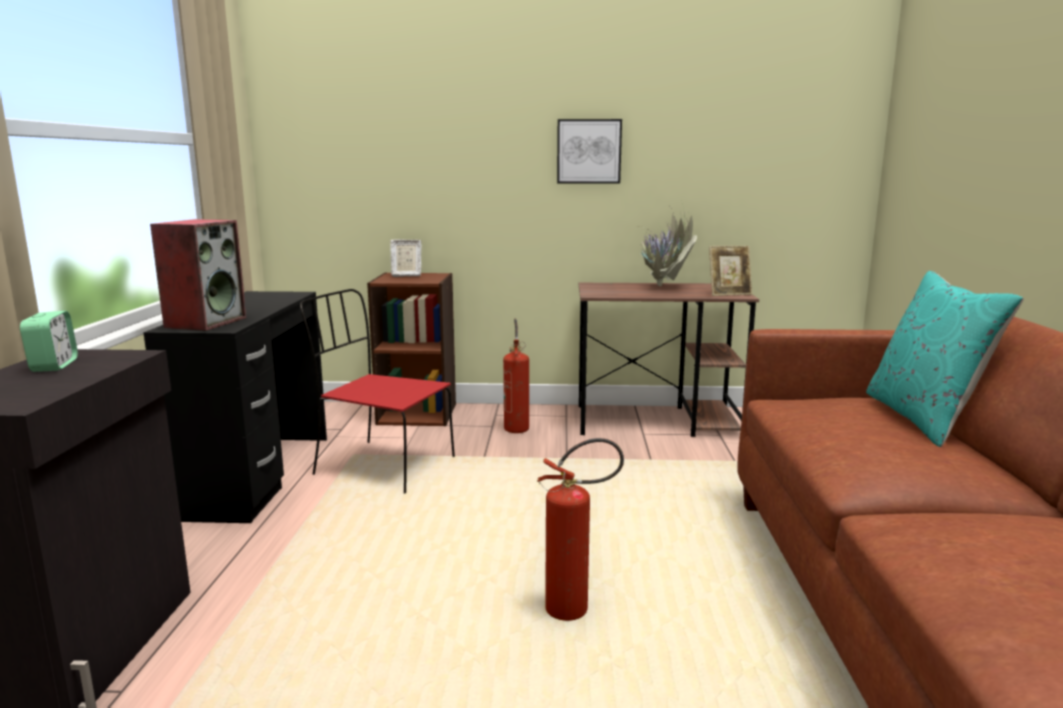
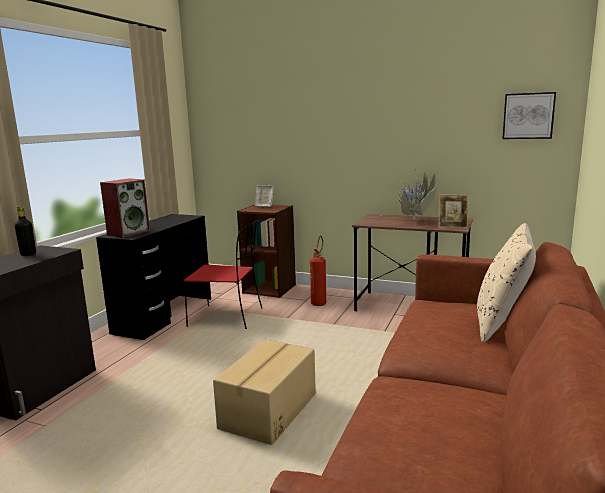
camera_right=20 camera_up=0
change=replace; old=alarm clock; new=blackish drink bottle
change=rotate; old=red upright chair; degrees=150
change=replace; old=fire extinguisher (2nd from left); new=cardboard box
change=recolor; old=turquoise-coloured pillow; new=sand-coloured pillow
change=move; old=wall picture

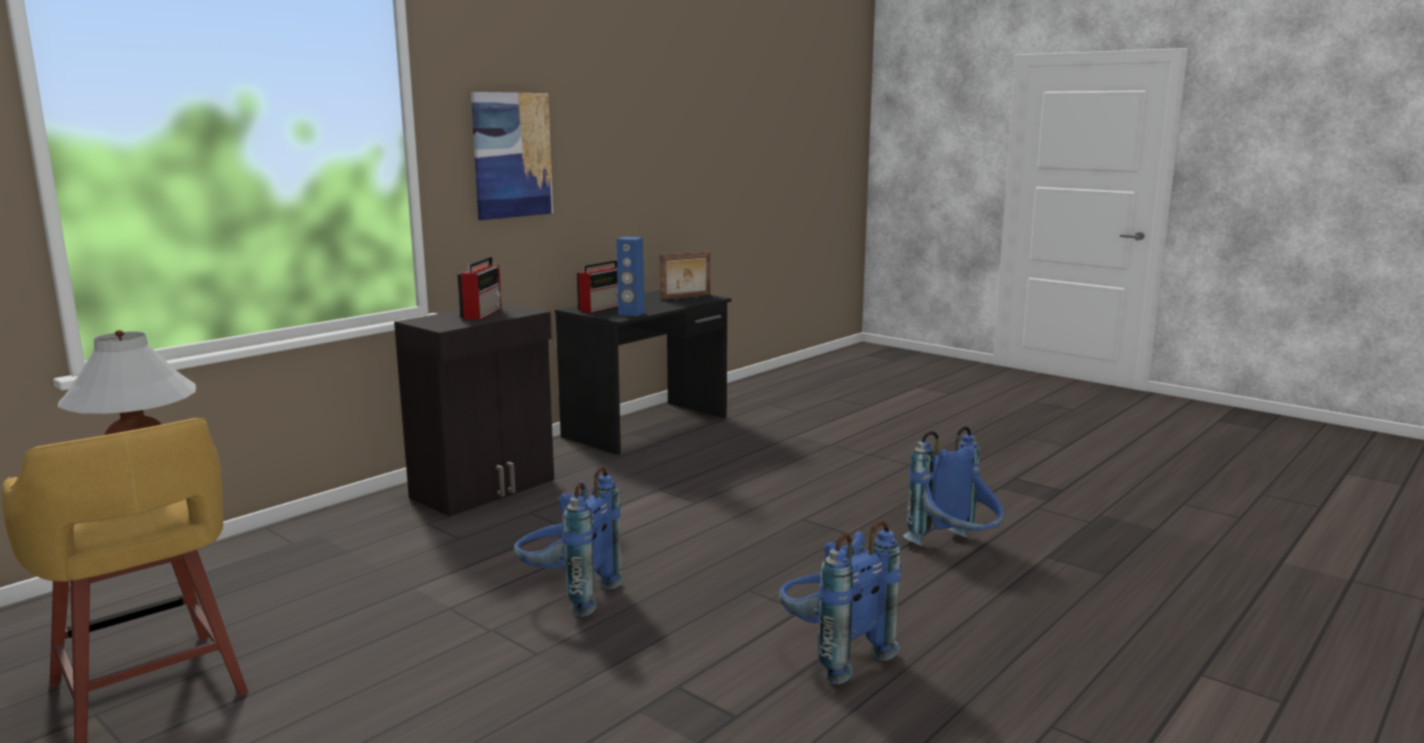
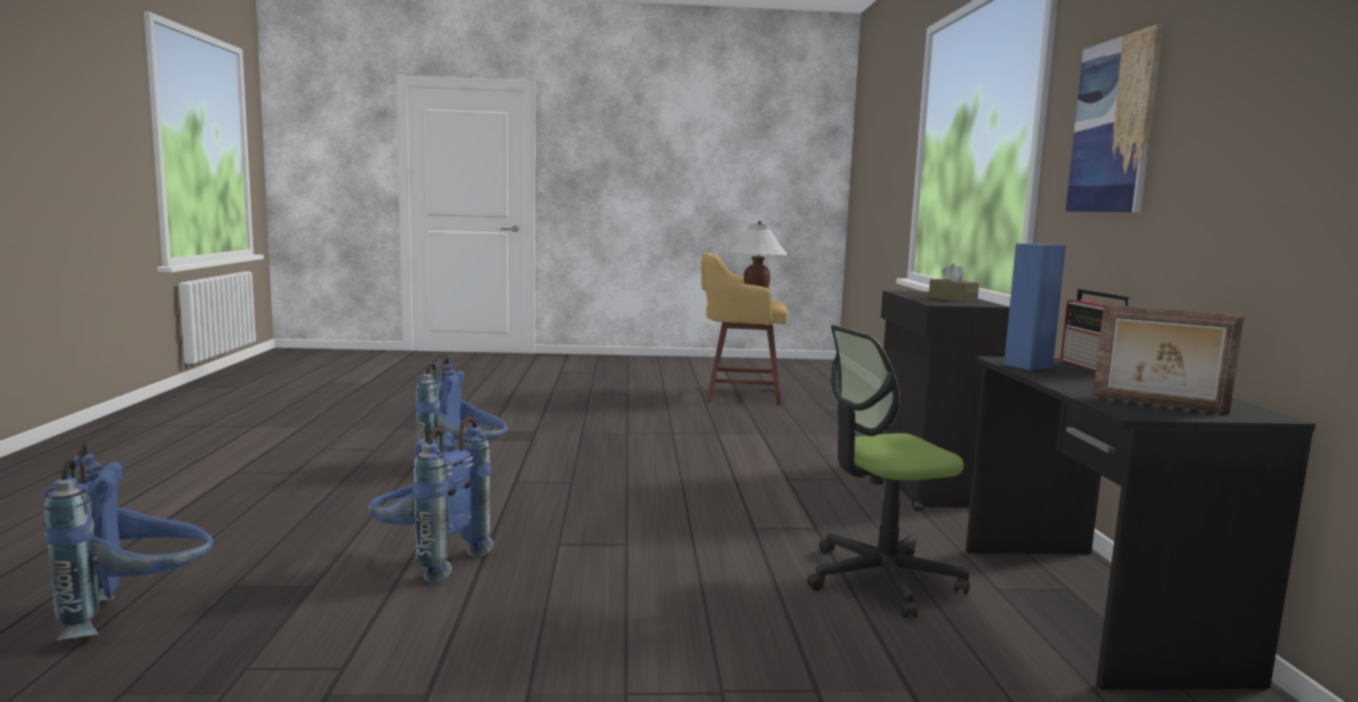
camera_right=135 camera_up=-5
change=move; old=blue-coloured rucksack (1st from left)
change=insert; new=office chair
change=replace; old=radio set (1st from left); new=brownish tissue holder
change=rotate; old=standing frame; degrees=-75

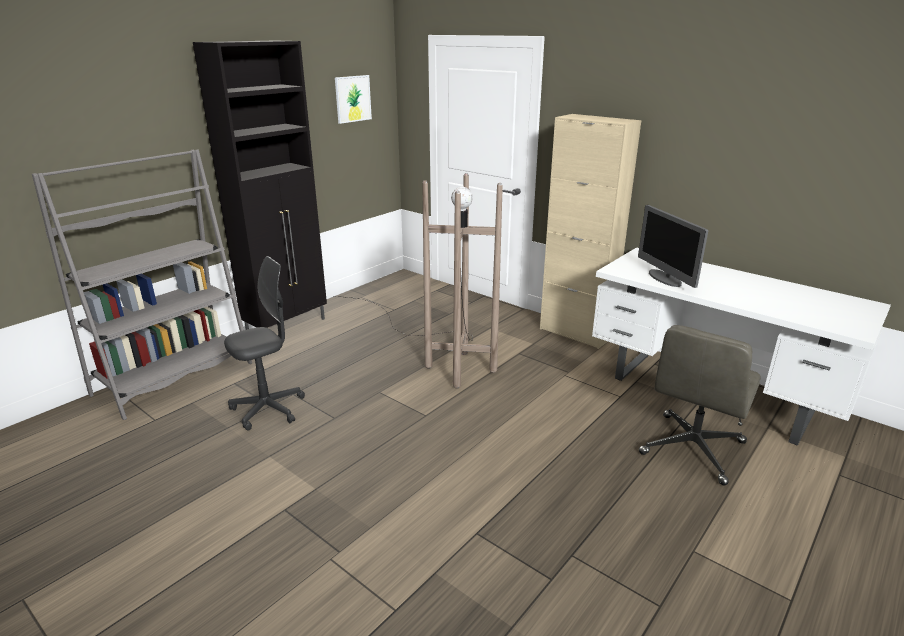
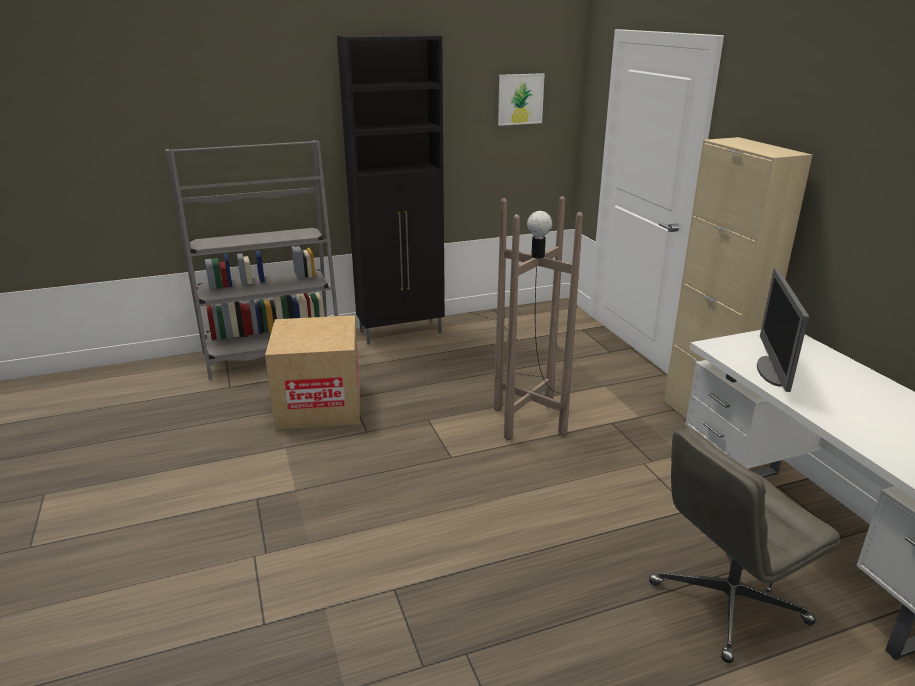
camera_right=30 camera_up=0
change=replace; old=greyish office chair (1st from left); new=cardboard box

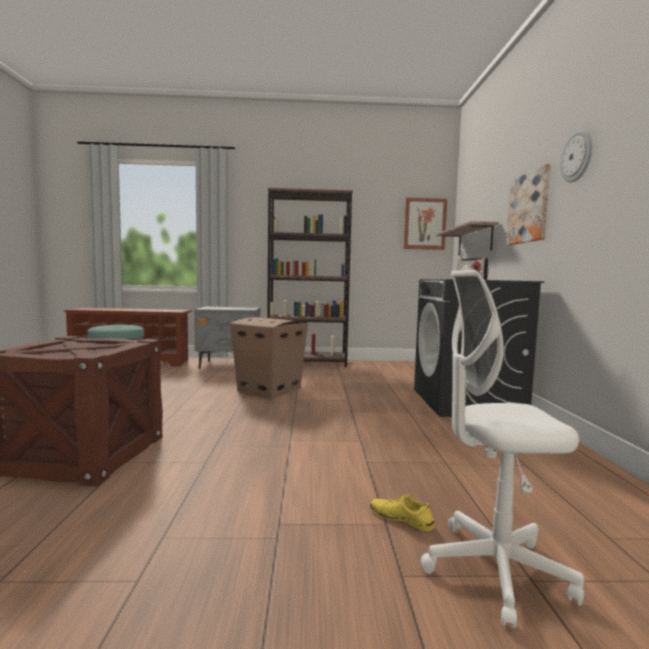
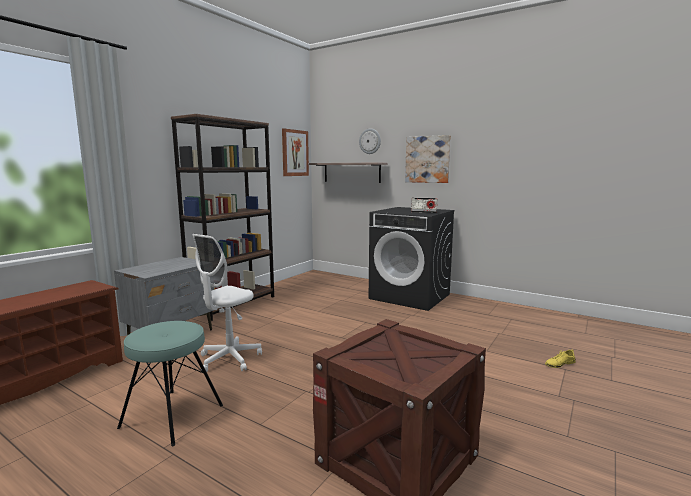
camera_right=-55 camera_up=5
change=move; old=whitish office chair
change=move; old=hanging clock
change=delete; old=cardboard box

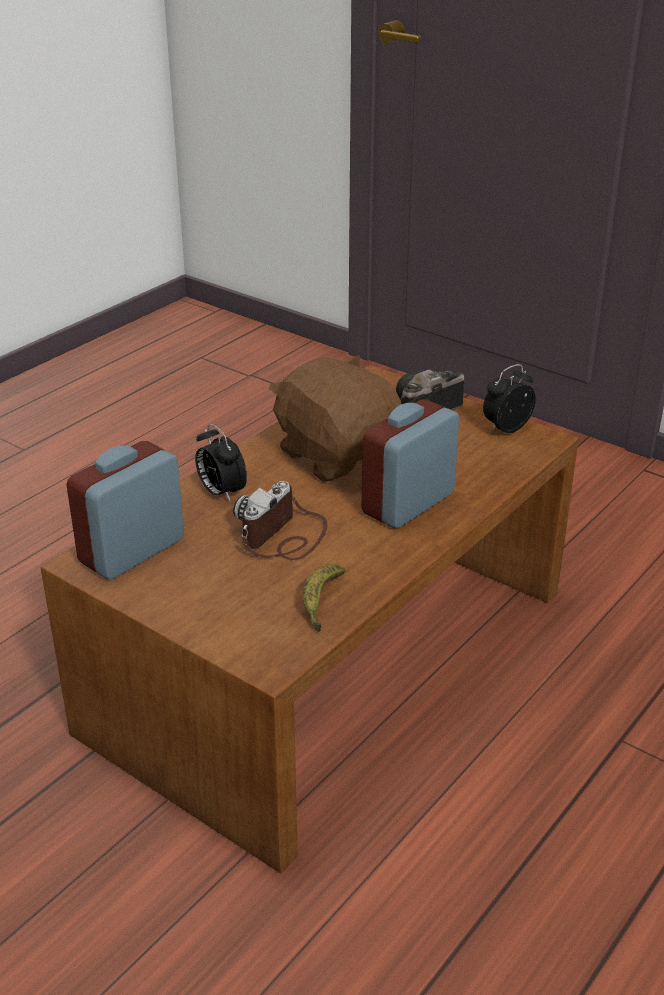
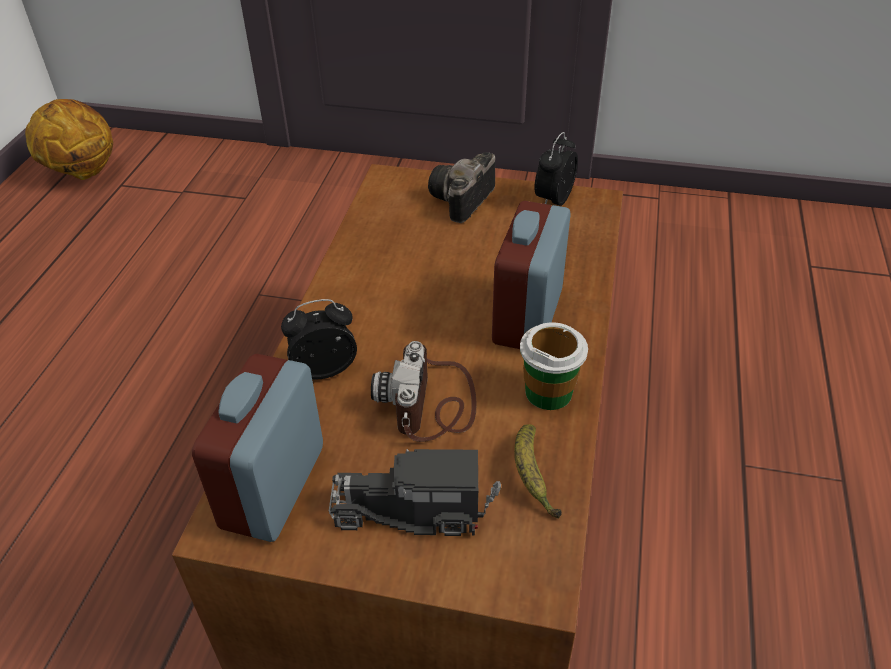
camera_right=-25 camera_up=10
change=insert; new=basketball ball
change=rotate; old=alarm clock (2nd from left); degrees=135
change=insert; new=model truck
change=insert; new=small cup
change=delete; old=brownish soft toy

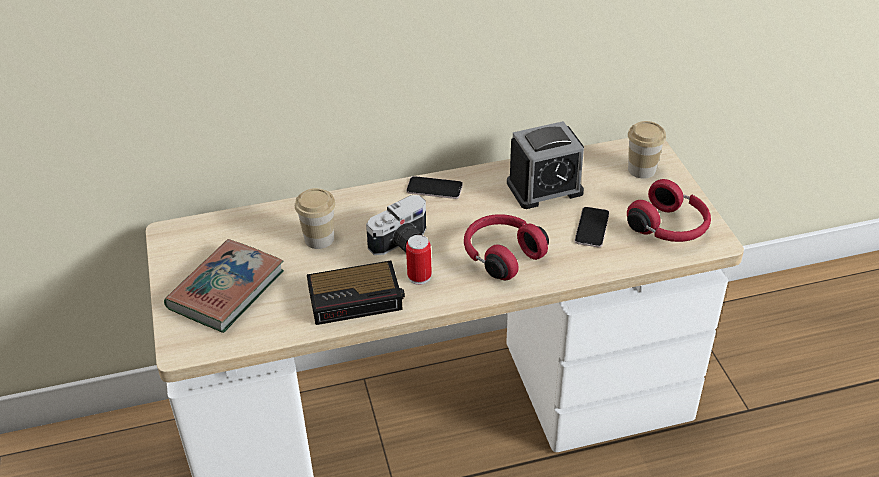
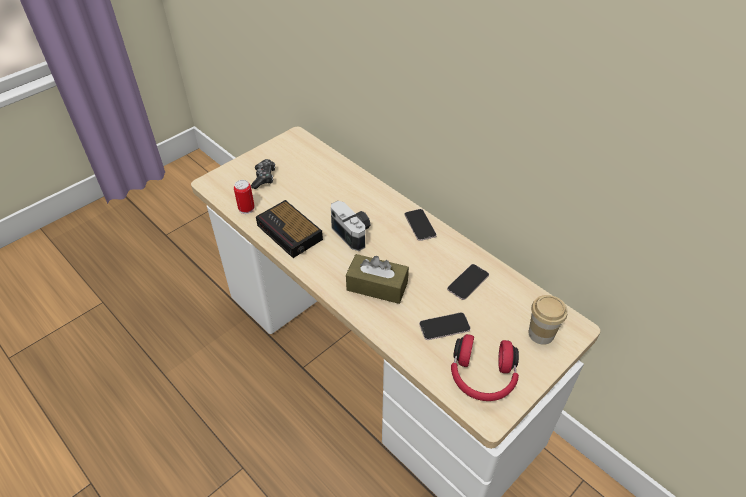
camera_right=60 camera_up=5
change=move; old=metal can
change=replace; old=bound book; new=joypad
change=rotate; old=still camera; degrees=-150
change=replace; old=red headset (1st from left); new=brownish tissue holder
change=replace; old=alarm clock (2nd from left); new=handset (3rd from left)
change=delete; old=small cup (1st from left)

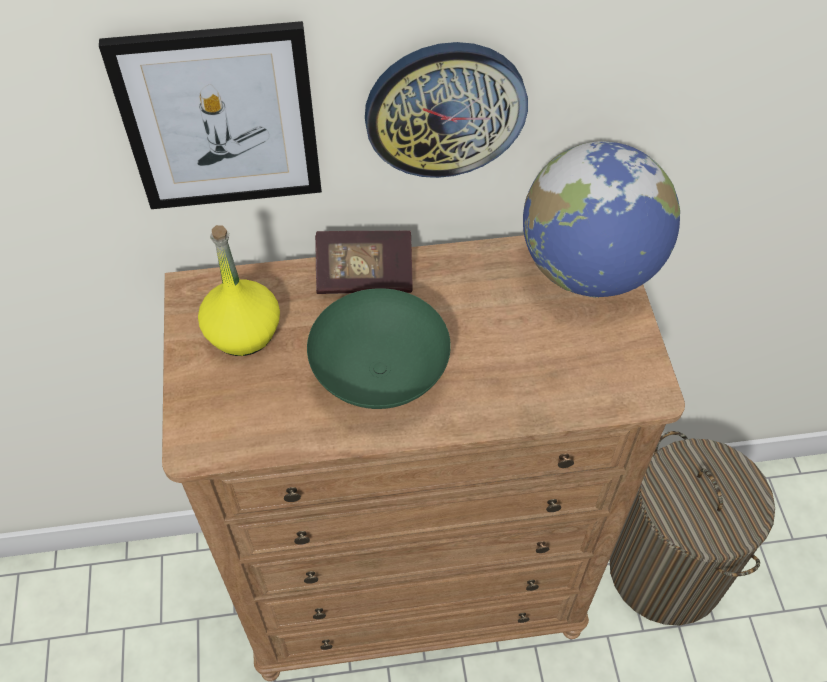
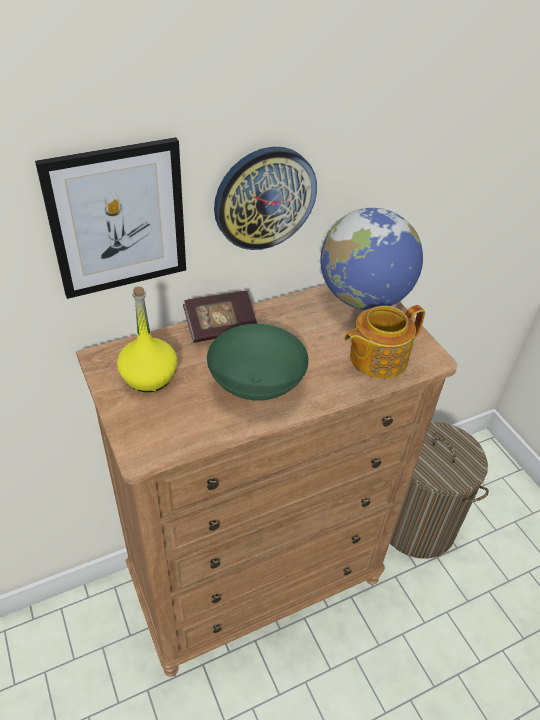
camera_right=-20 camera_up=-10
change=insert; new=pot for tea

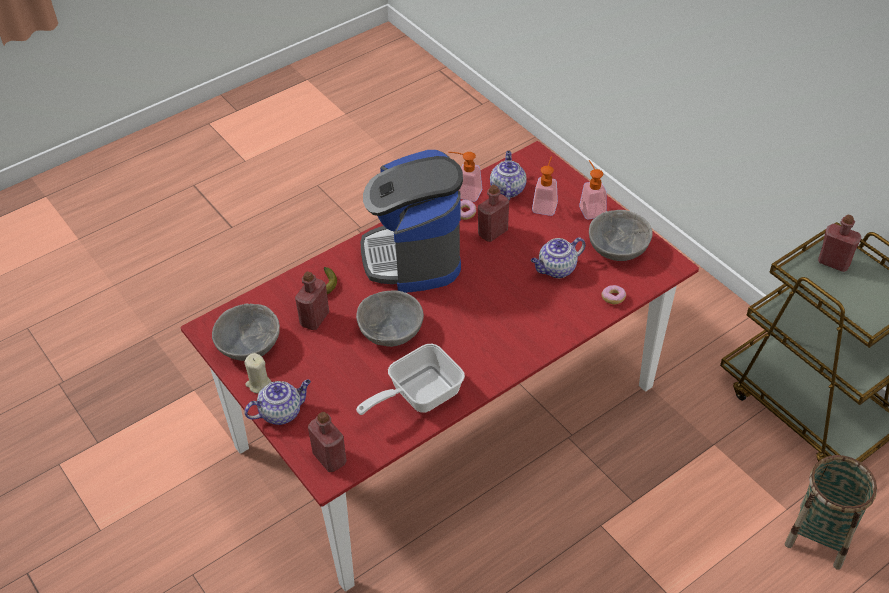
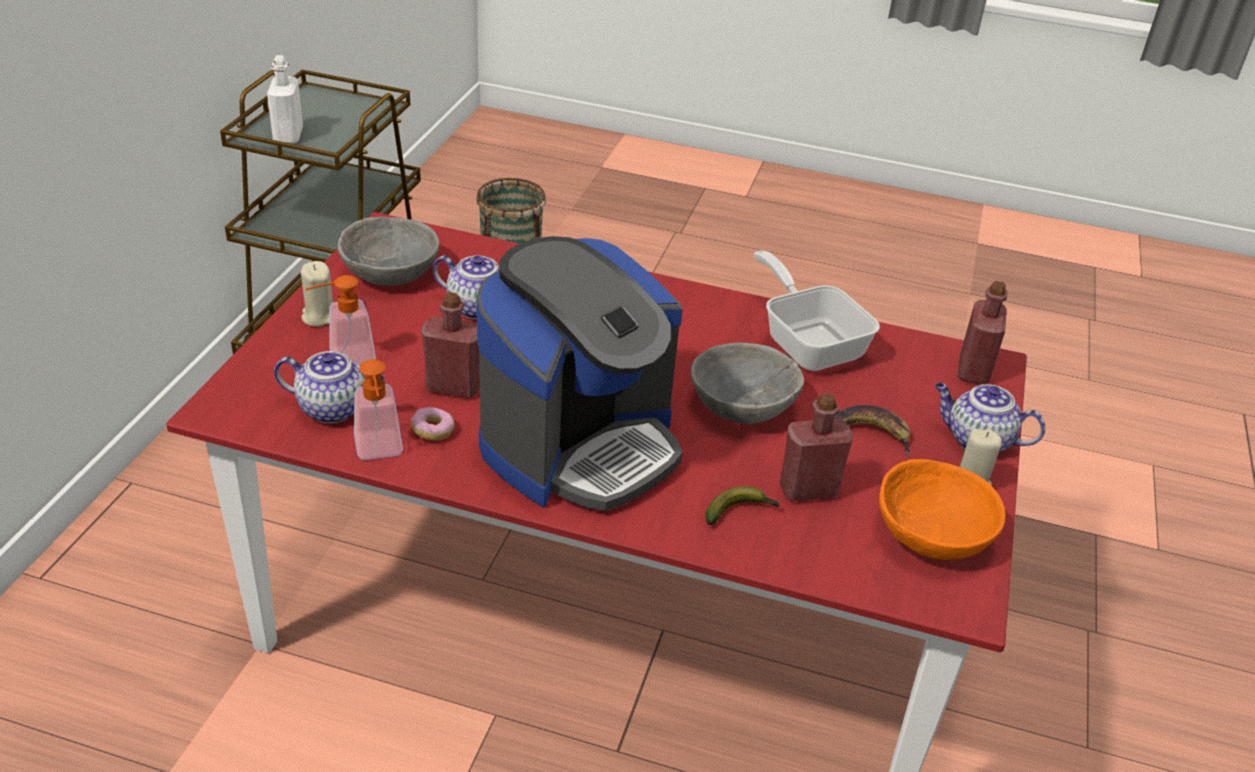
camera_right=-130 camera_up=-10
change=recolor; old=red drink bottle (4th from left); new=whitish drink bottle
change=rotate; old=pot for tea (2nd from left in the first image); degrees=-135
change=replace; old=soap dispenser (3rd from left); new=sand-coloured wax candle (1st from left)
change=rotate; old=frying pan; degrees=-135
change=insert; new=banana (2nd from left)
change=recolor; old=greyish bowl (1st from left); new=orange bowl
change=delete; old=ring doughnut (2nd from left)

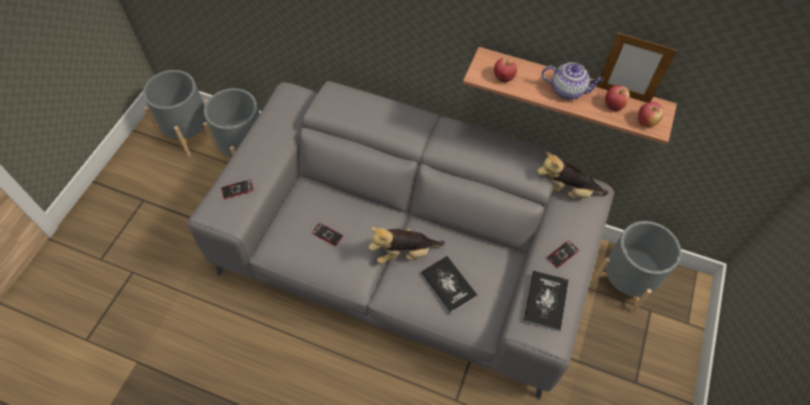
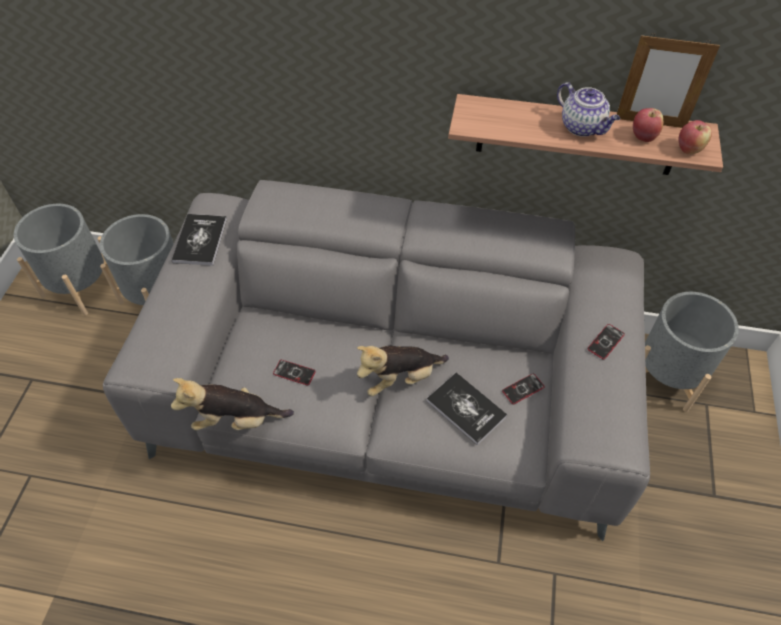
camera_right=-10 camera_up=-5
change=move; old=soft toy (2nd from left in the first image); new=soft toy (1st from left)
change=move; old=bound book (2nd from left in the first image); new=bound book (1st from left)
change=move; old=handset (1st from left in the first image); new=handset (2nd from left)
change=rotate; old=pot for tea; degrees=45
change=delete; old=apple fruit (1st from left)

